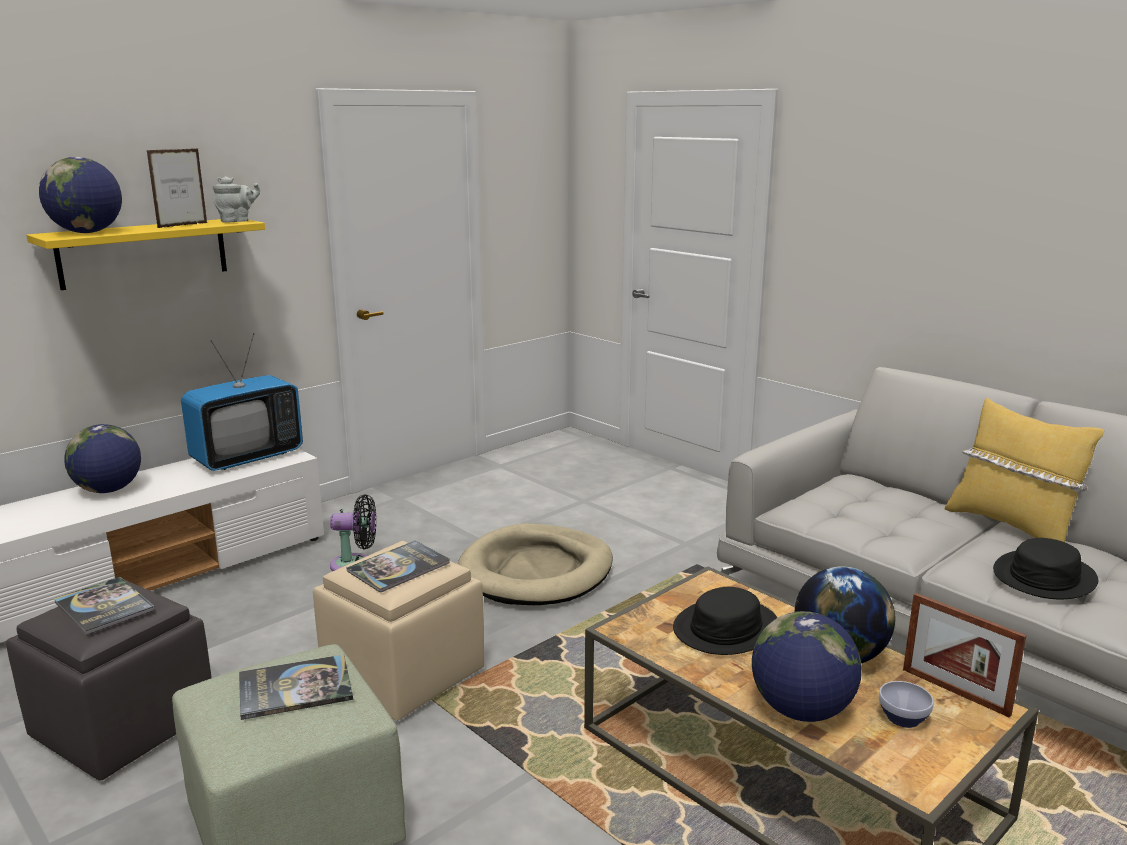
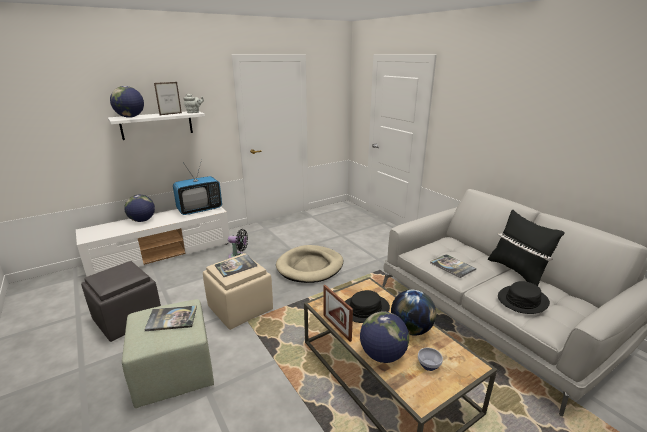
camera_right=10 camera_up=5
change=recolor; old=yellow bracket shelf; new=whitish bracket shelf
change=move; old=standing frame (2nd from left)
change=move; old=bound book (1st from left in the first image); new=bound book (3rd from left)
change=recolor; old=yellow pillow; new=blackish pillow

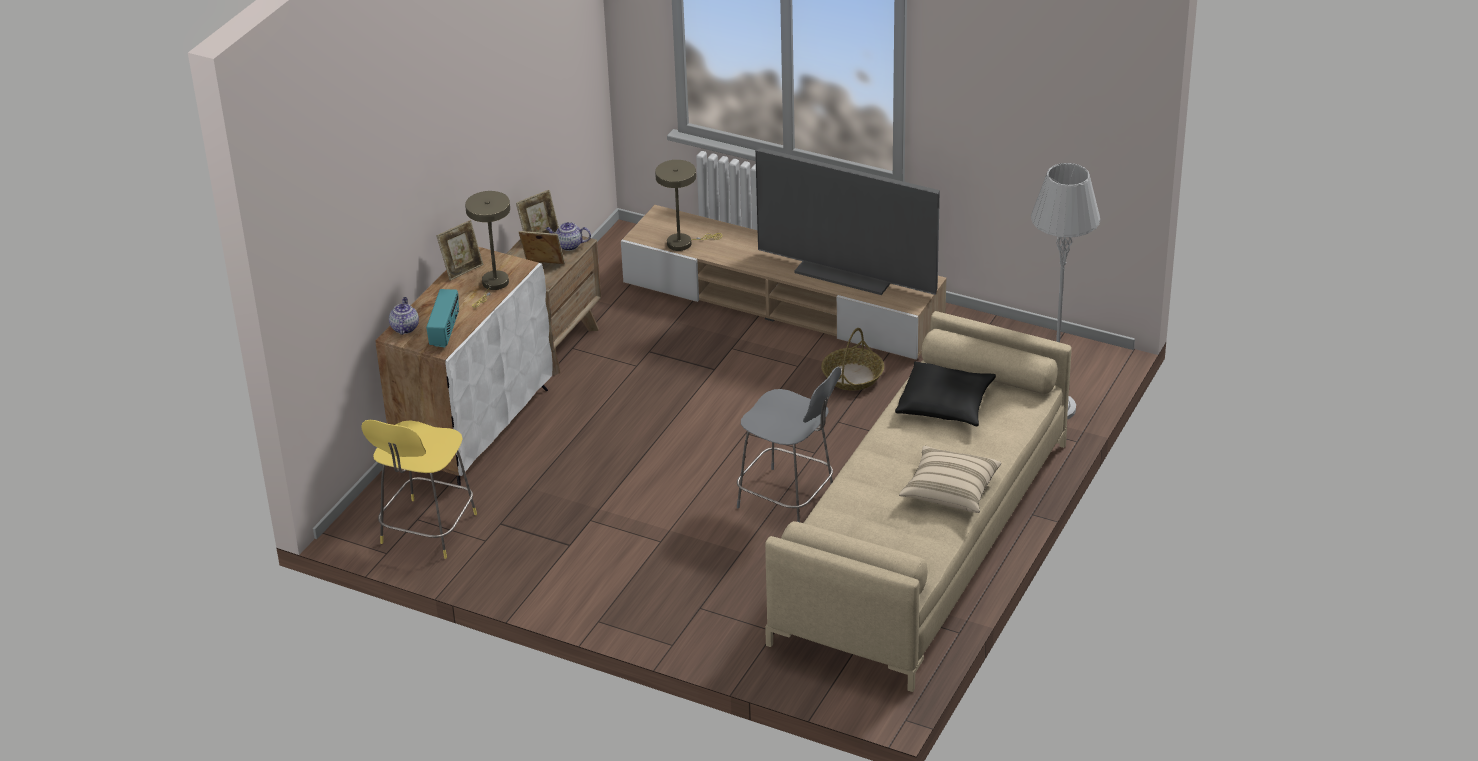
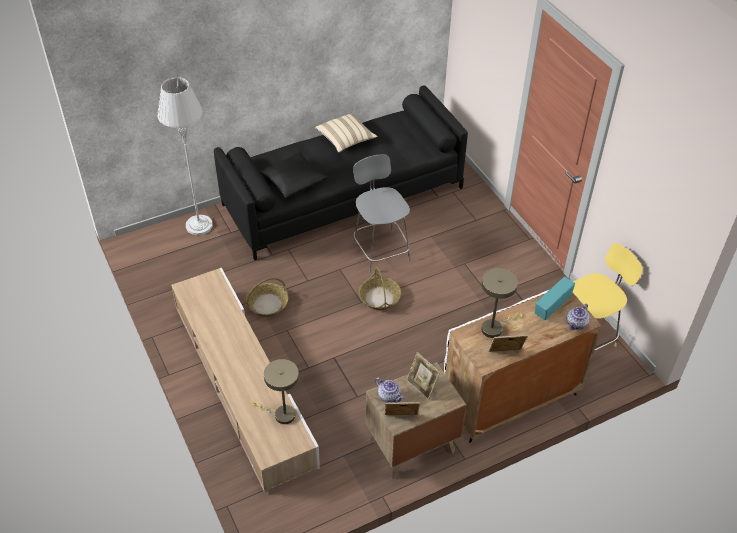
camera_right=-145 camera_up=10
change=recolor; old=sand-coloured settee; new=blackish settee
change=insert; new=storage basket (2nd from left)
change=delete; old=television

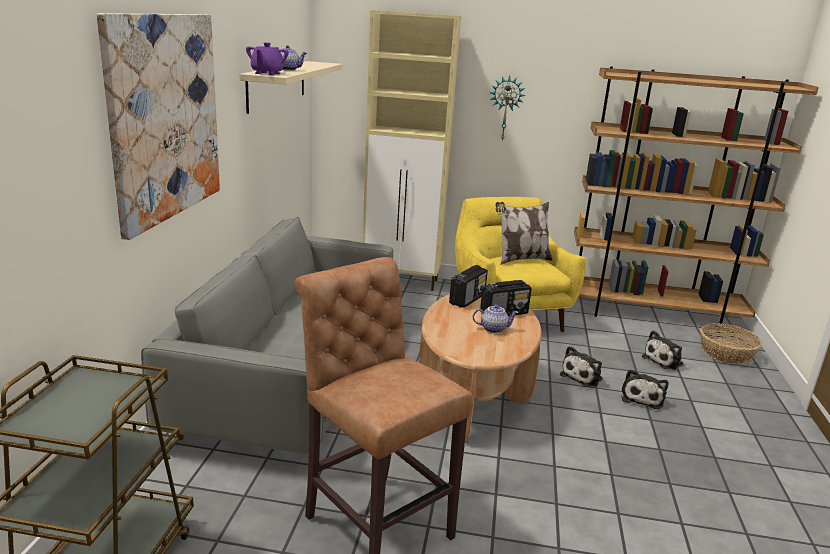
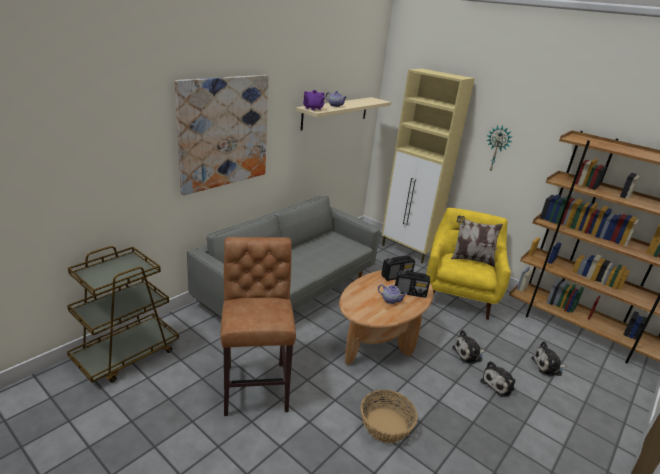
camera_right=30 camera_up=5
change=move; old=storage basket

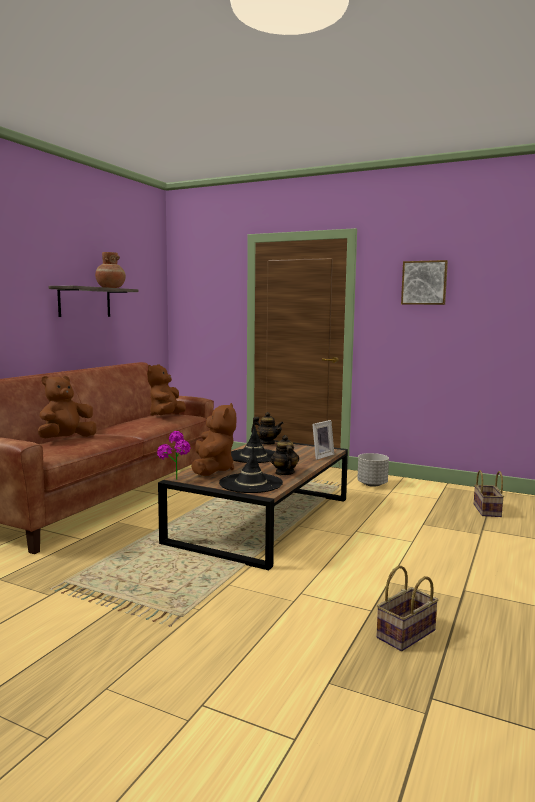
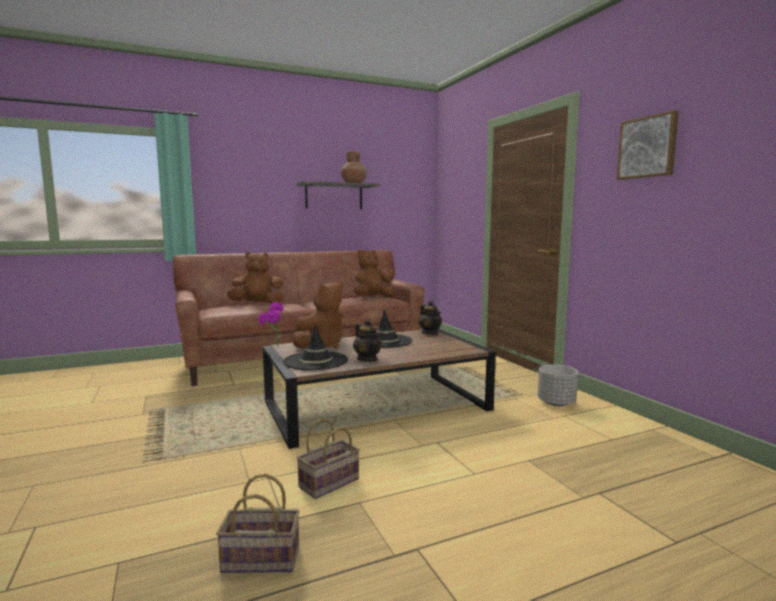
camera_right=40 camera_up=0
change=move; old=storage basket (2nd from left)
change=rotate; old=pot for tea (2nd from left in the first image); degrees=120
change=delete; old=standing frame

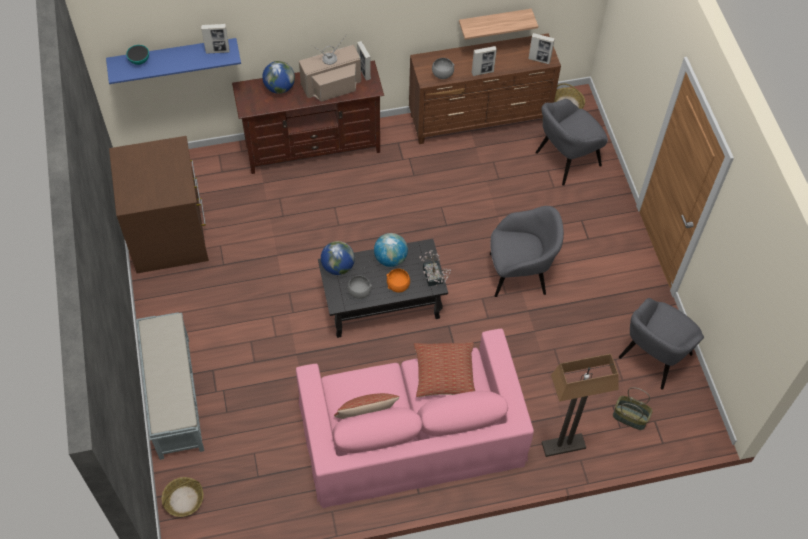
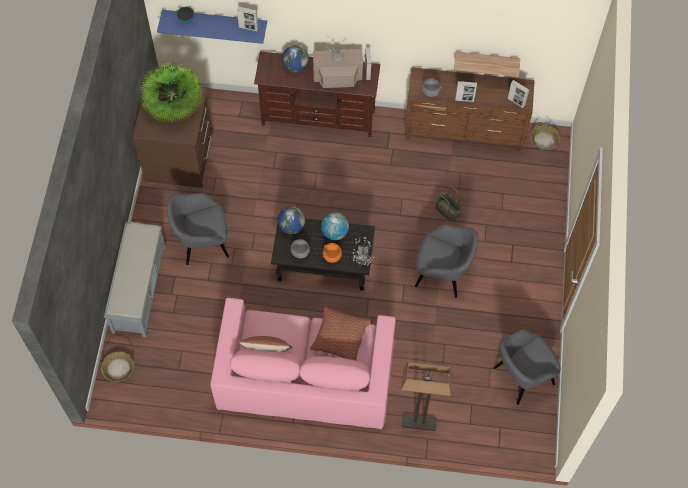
camera_right=20 camera_up=5
change=insert; new=houseplant (1st from left)
change=move; old=greyish easy chair (2nd from left in the first image); new=greyish easy chair (1st from left)
change=move; old=storage basket (3rd from left in the first image); new=storage basket (2nd from left)

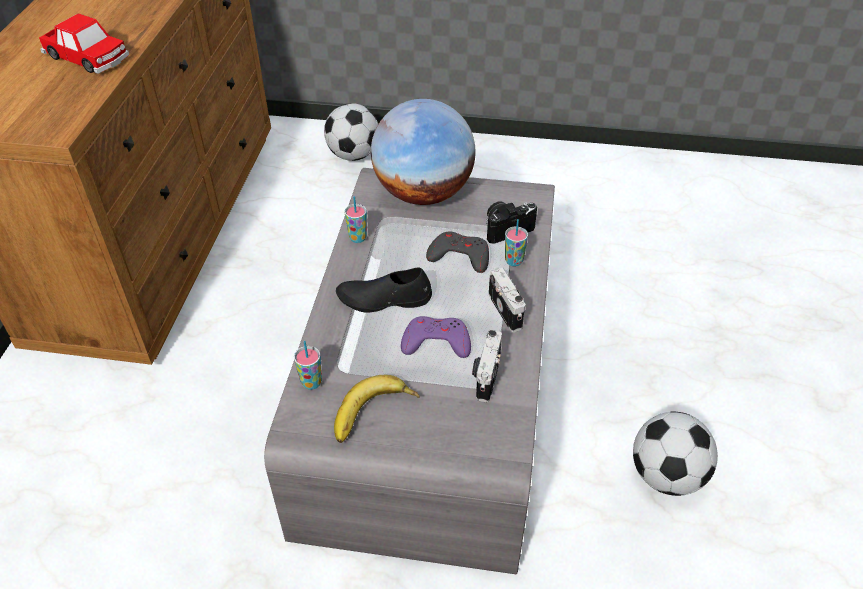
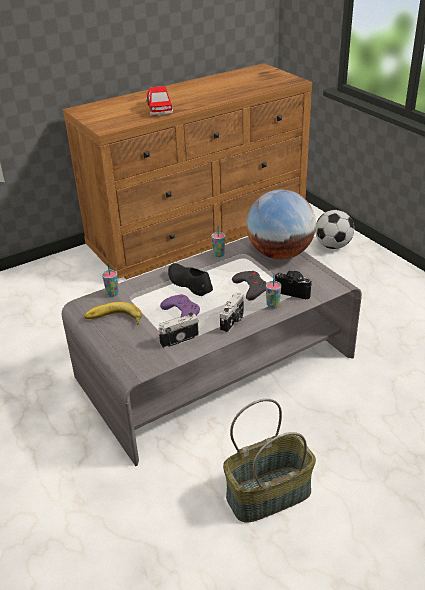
camera_right=50 camera_up=-10
change=replace; old=football ball (2nd from left); new=storage basket

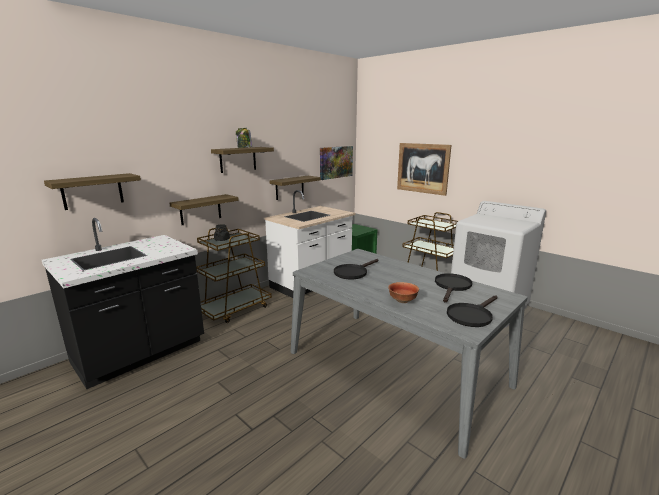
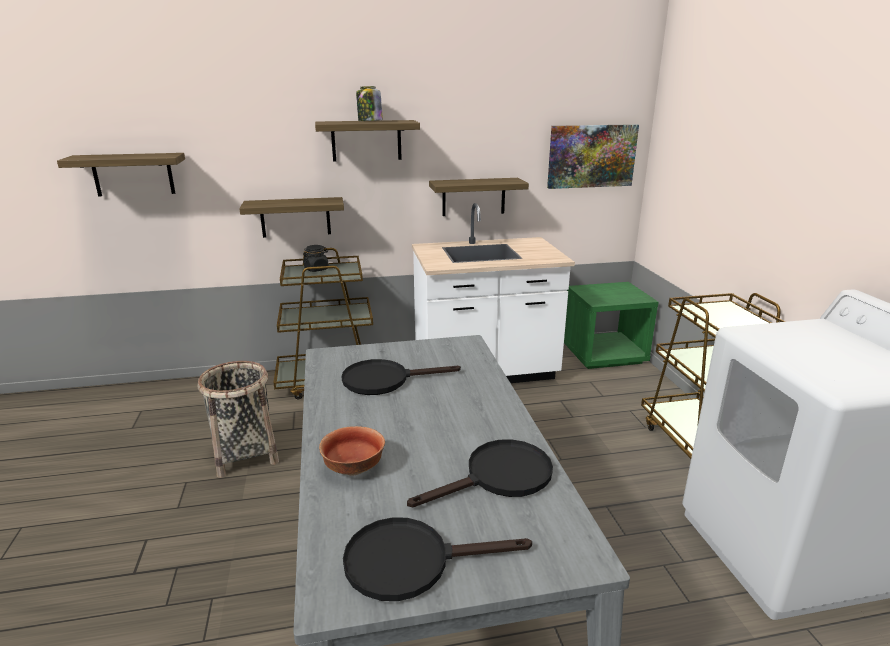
camera_right=35 camera_up=5
change=insert; new=storage basket
change=delete; old=blackish counter
change=delete; old=wall picture (2nd from left)

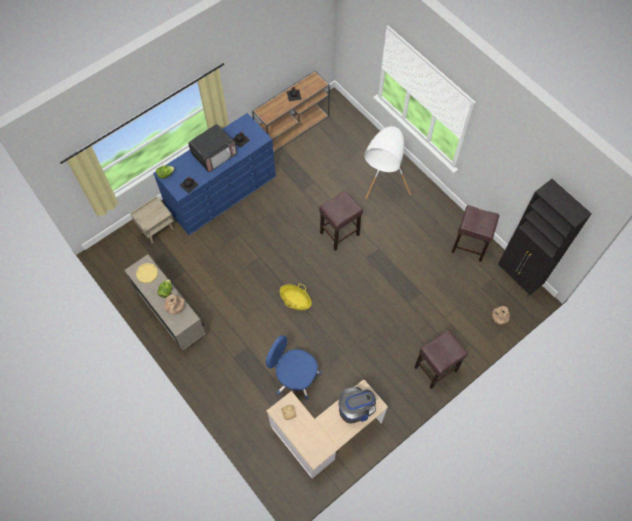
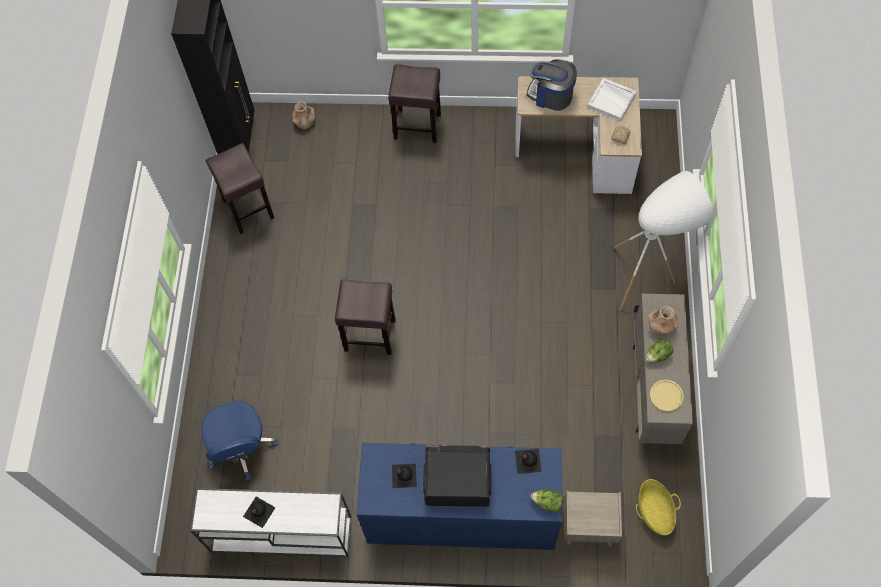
camera_right=-135 camera_up=0
change=recolor; old=brownish hall table; new=whitish hall table
change=move; old=blue-coloured office chair
change=insert; new=whitish tray
change=move; old=whitish standard lamp
change=move; old=storage basket

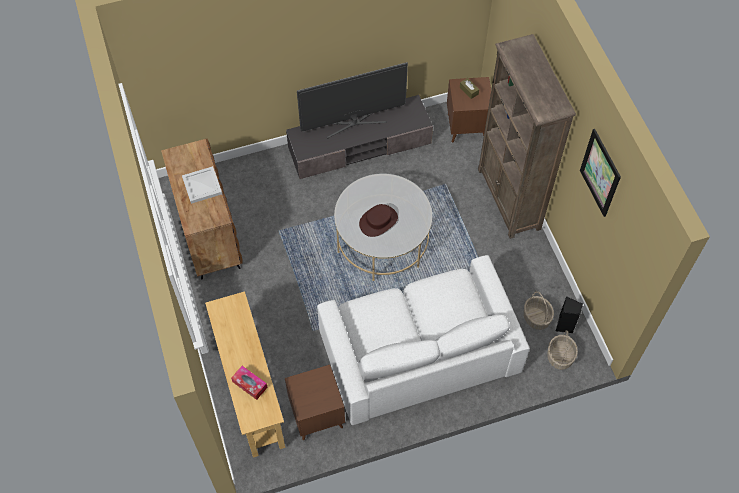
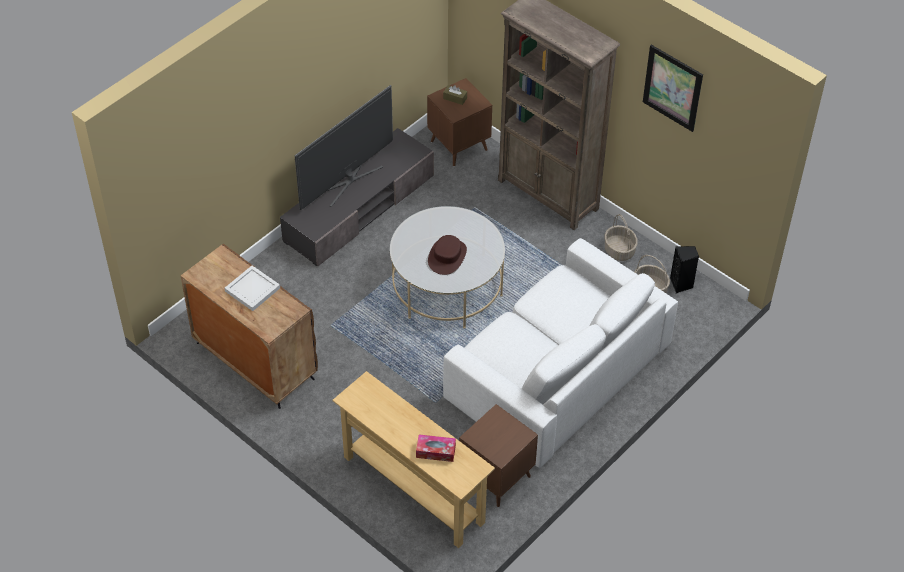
camera_right=-30 camera_up=-10
change=move; old=storage basket (2nd from left in the first image); new=storage basket (1st from left)

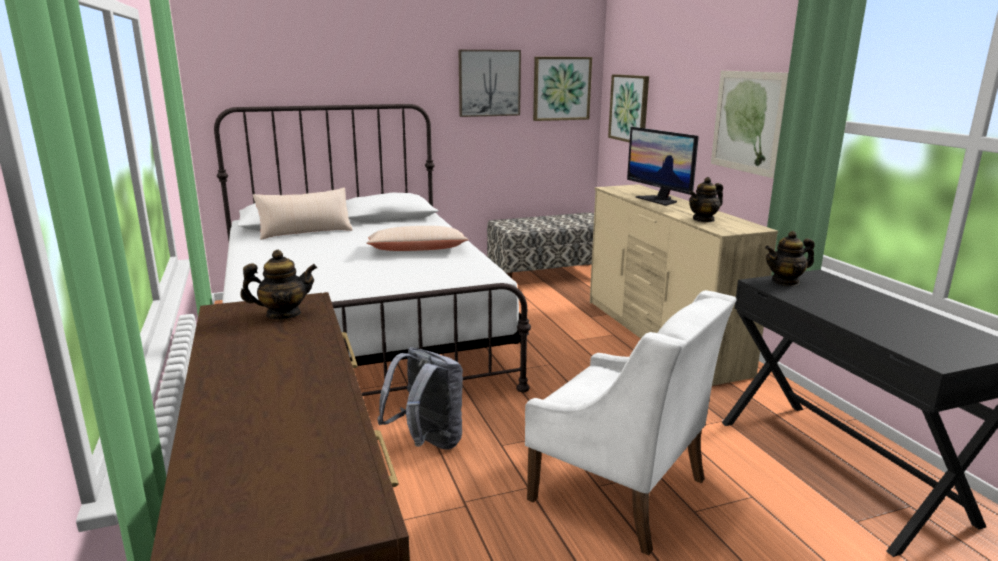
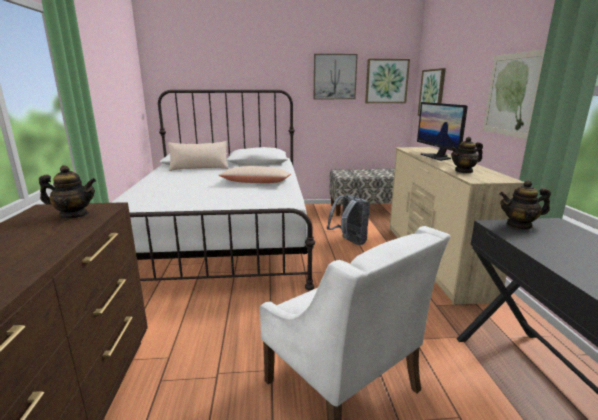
camera_right=15 camera_up=0
change=move; old=greyish rucksack

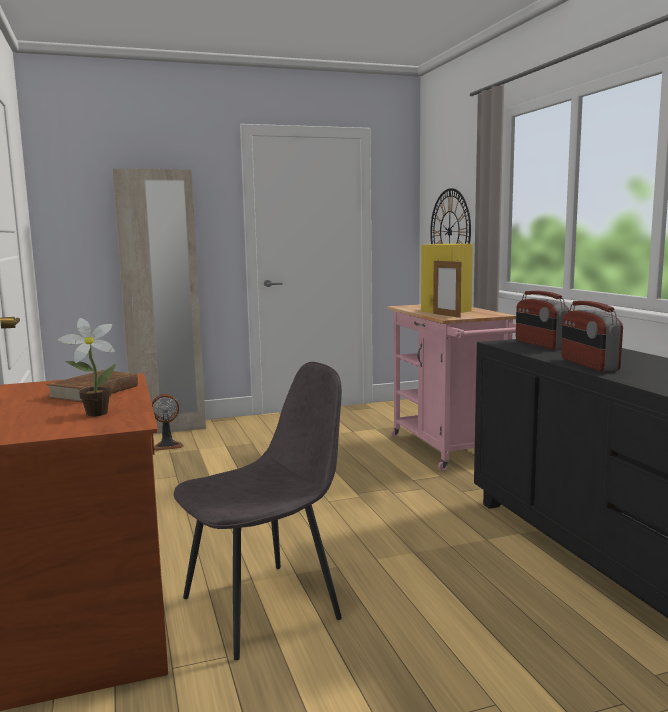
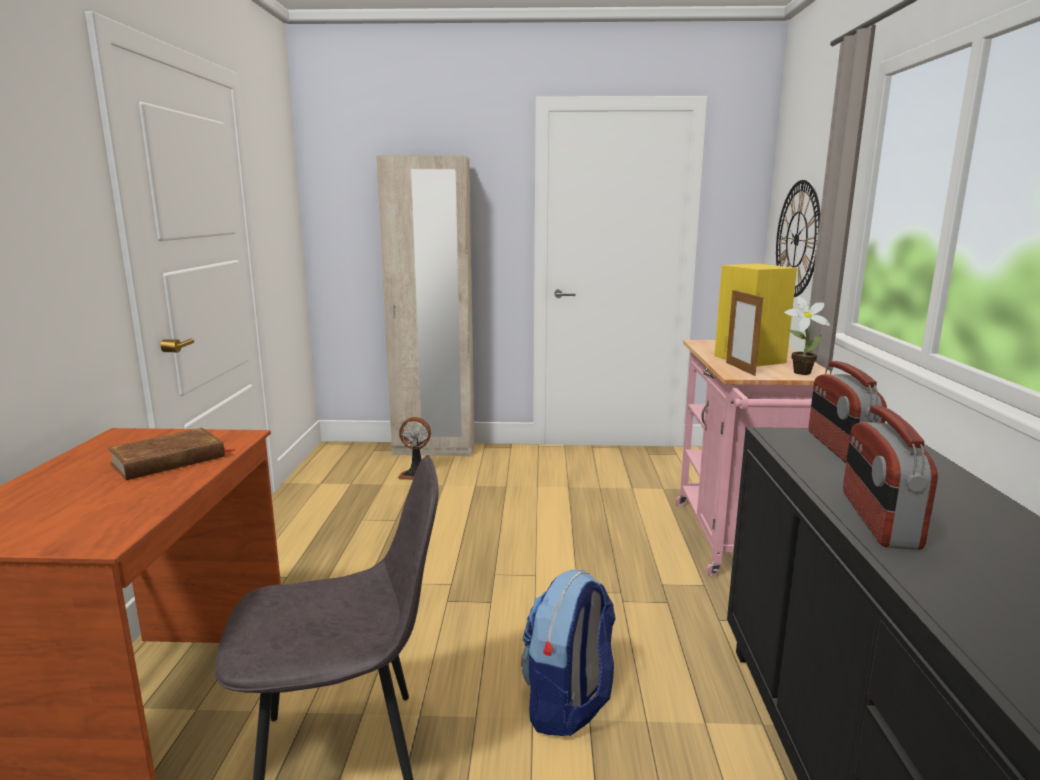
camera_right=20 camera_up=5
change=insert; new=rucksack
change=move; old=houseplant

